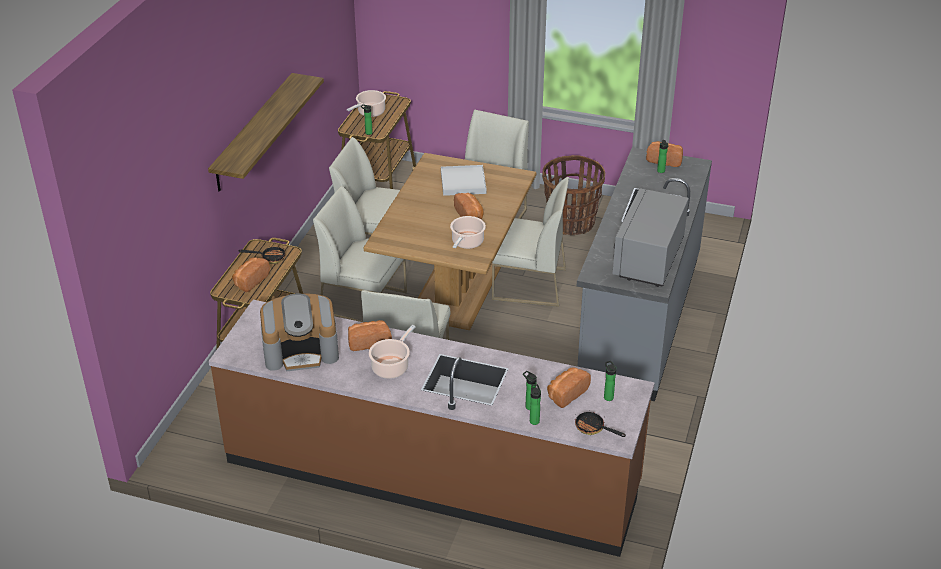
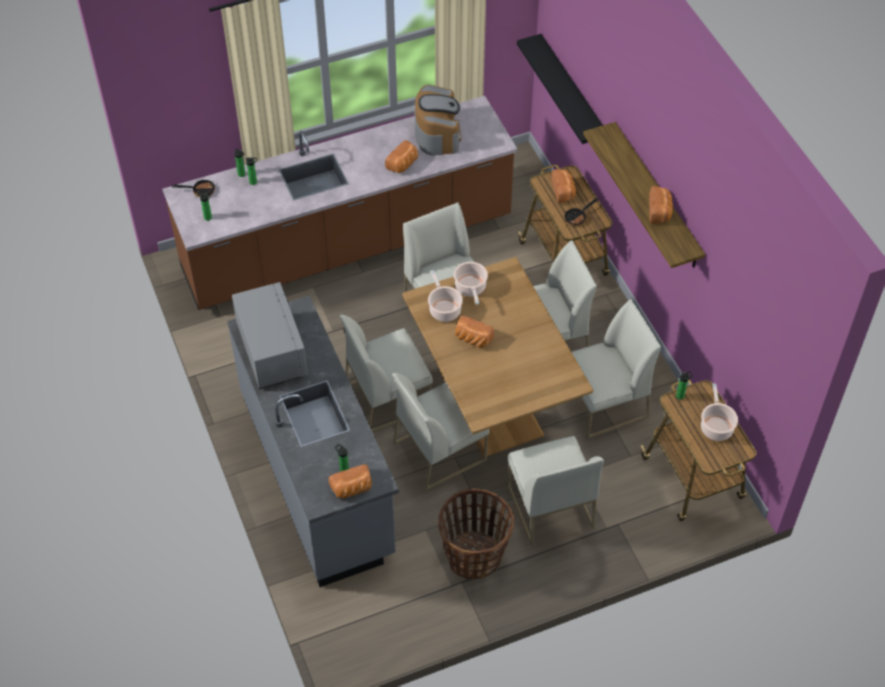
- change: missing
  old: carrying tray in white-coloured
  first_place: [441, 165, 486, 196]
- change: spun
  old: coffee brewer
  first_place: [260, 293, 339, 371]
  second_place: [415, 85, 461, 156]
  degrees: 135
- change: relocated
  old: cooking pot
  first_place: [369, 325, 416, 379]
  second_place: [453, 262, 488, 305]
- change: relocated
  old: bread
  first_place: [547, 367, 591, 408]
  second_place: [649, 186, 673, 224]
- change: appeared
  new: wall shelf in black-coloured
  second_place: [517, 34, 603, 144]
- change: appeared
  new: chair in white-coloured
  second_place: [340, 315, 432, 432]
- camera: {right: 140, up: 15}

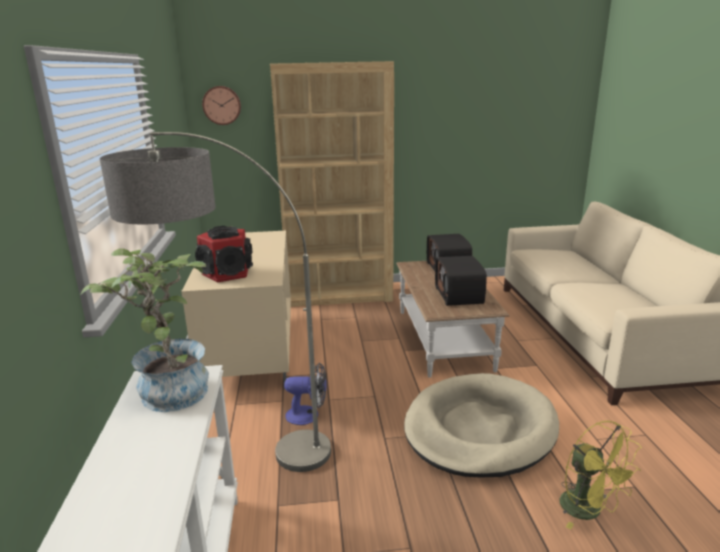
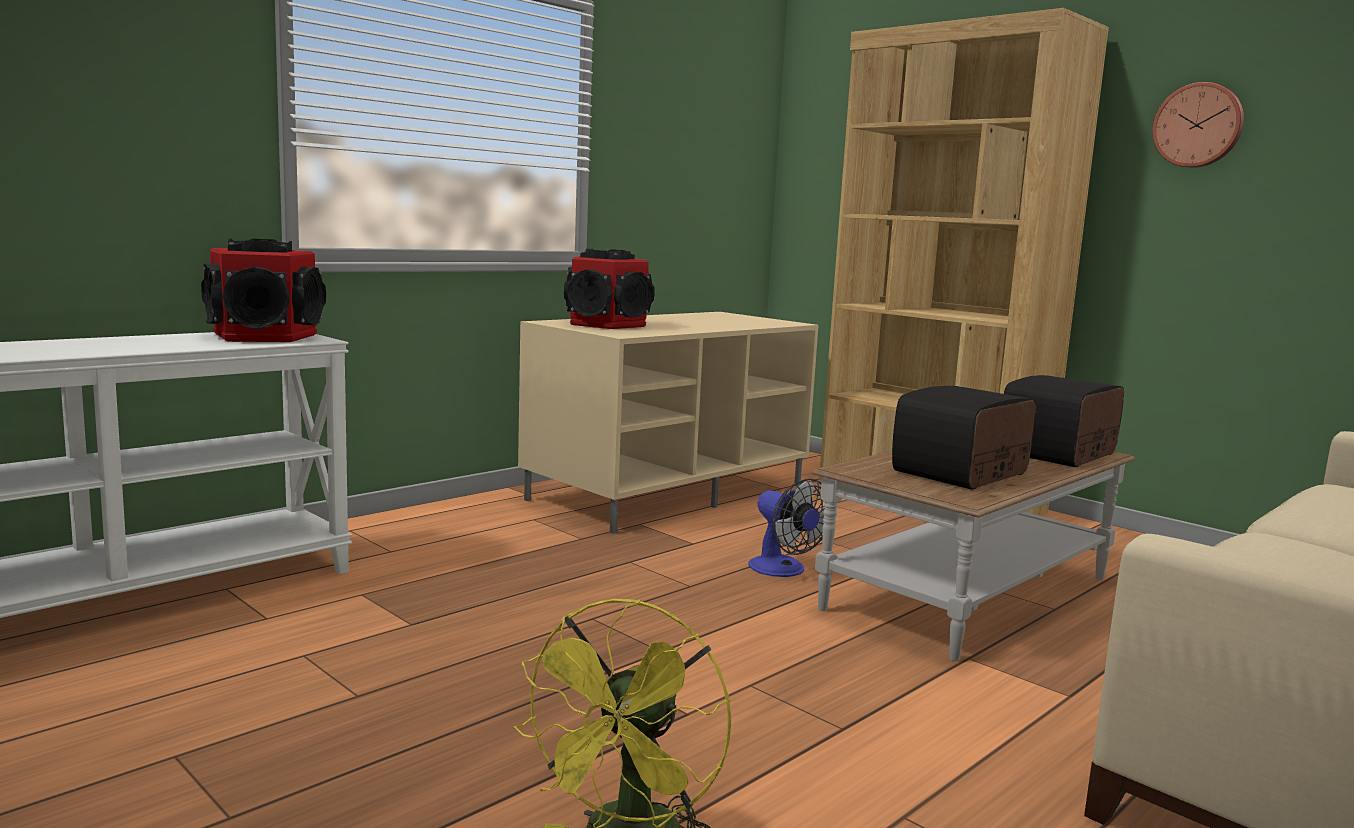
- change: relocated
  old: wall clock
  first_place: [202, 86, 241, 125]
  second_place: [1152, 82, 1244, 168]
- change: missing
  old: standard lamp
  first_place: [100, 132, 331, 472]
- change: exchanged
  old: potted plant
  new: loudspeaker
  first_place: [80, 248, 209, 412]
  second_place: [201, 239, 326, 342]
- change: relocated
  old: electric fan
  first_place: [284, 363, 327, 425]
  second_place: [748, 479, 825, 577]
- change: missing
  old: pet bed in sand-coloured
  first_place: [404, 373, 559, 478]
- camera: {right: 50, up: -10}

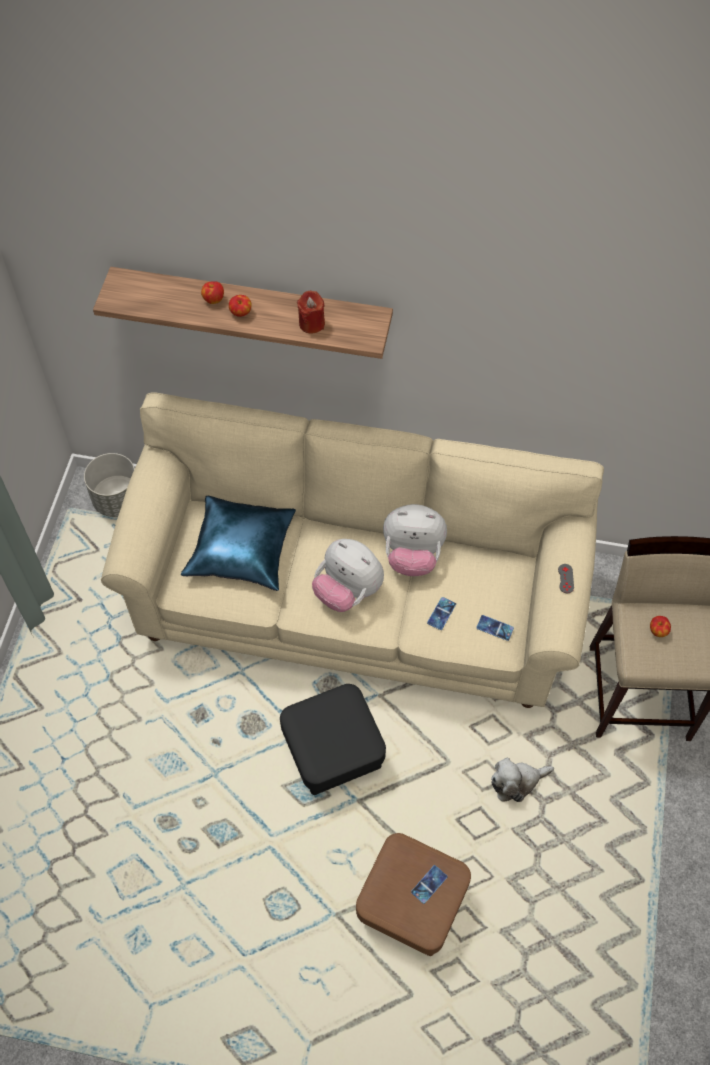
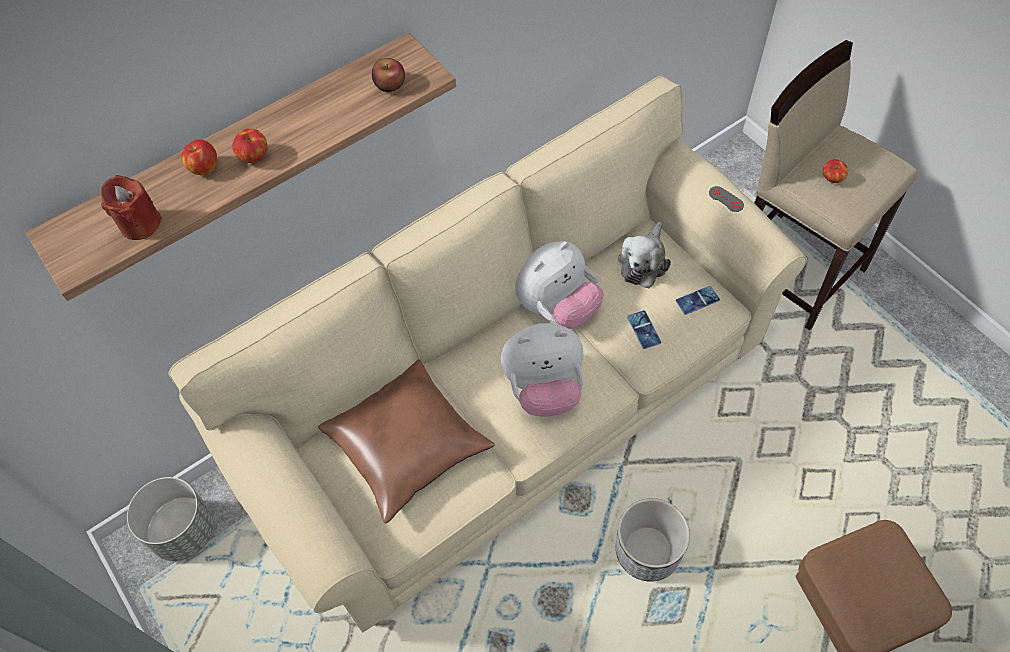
- change: relocated
  old: wax candle in red-coloured
  first_place: [297, 291, 325, 334]
  second_place: [101, 175, 162, 240]
- change: colour
  old: cushion in blue-coloured
  new: cushion in brownish
  first_place: [181, 496, 296, 591]
  second_place: [318, 359, 495, 524]
- change: exchanged
  old: footrest in black-coloured
  new: plant pot
  first_place: [280, 684, 386, 795]
  second_place: [616, 498, 690, 582]
- change: relocated
  old: plush toy
  first_place: [491, 758, 554, 802]
  second_place: [618, 222, 671, 288]
- change: missing
  old: telephone
  first_place: [411, 865, 447, 904]
- change: appeared
  new: apple
  second_place: [372, 58, 405, 92]
- camera: {right: -45, up: 0}

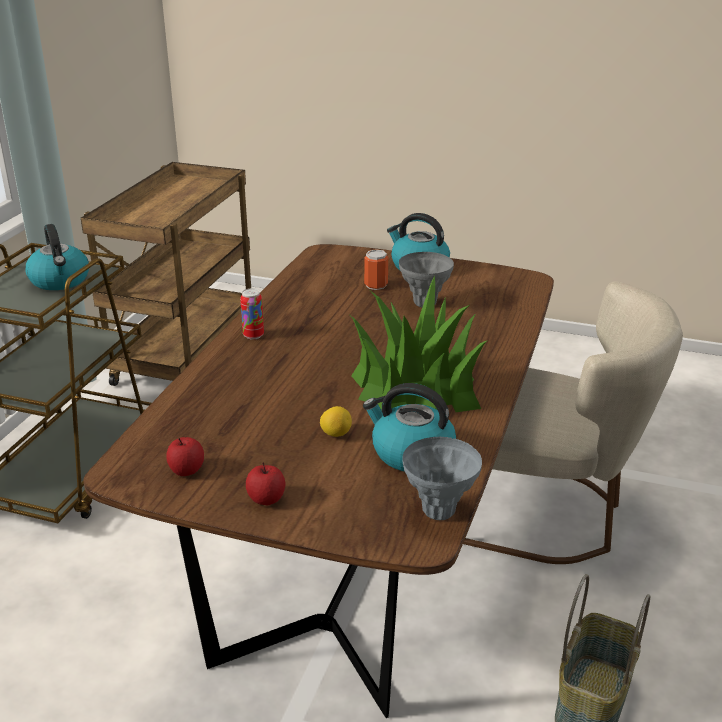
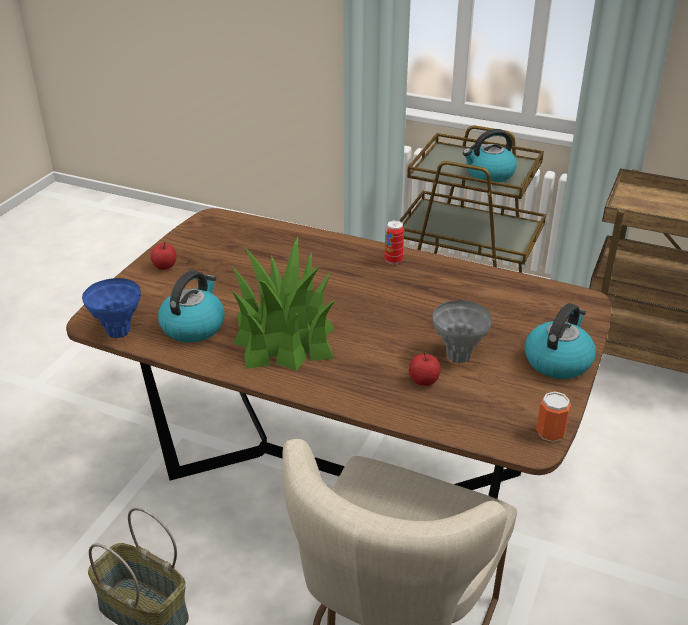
- change: relocated
  old: can
  first_place: [364, 249, 388, 290]
  second_place: [536, 391, 571, 442]
- change: missing
  old: whole lemon
  first_place: [320, 406, 352, 437]
- change: relocated
  old: apple
  first_place: [166, 437, 204, 476]
  second_place: [409, 352, 441, 386]
- change: colour
  old: decorative vase in grey
  new: decorative vase in blue-coloured
  first_place: [402, 437, 482, 520]
  second_place: [82, 278, 141, 338]
- camera: {right: 95, up: 5}

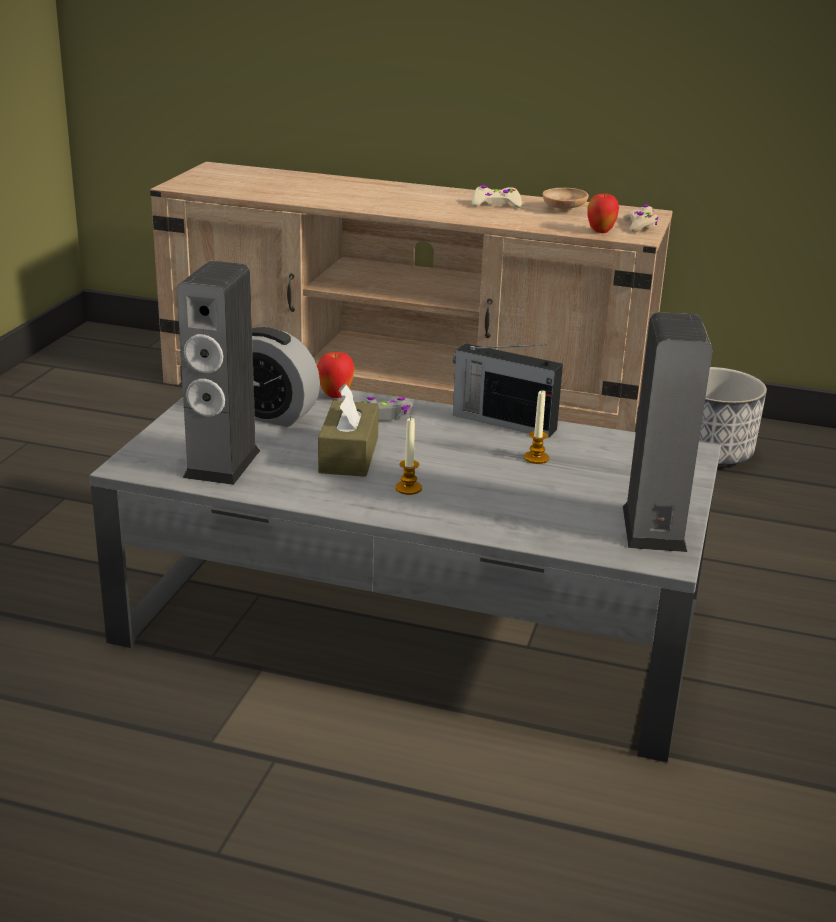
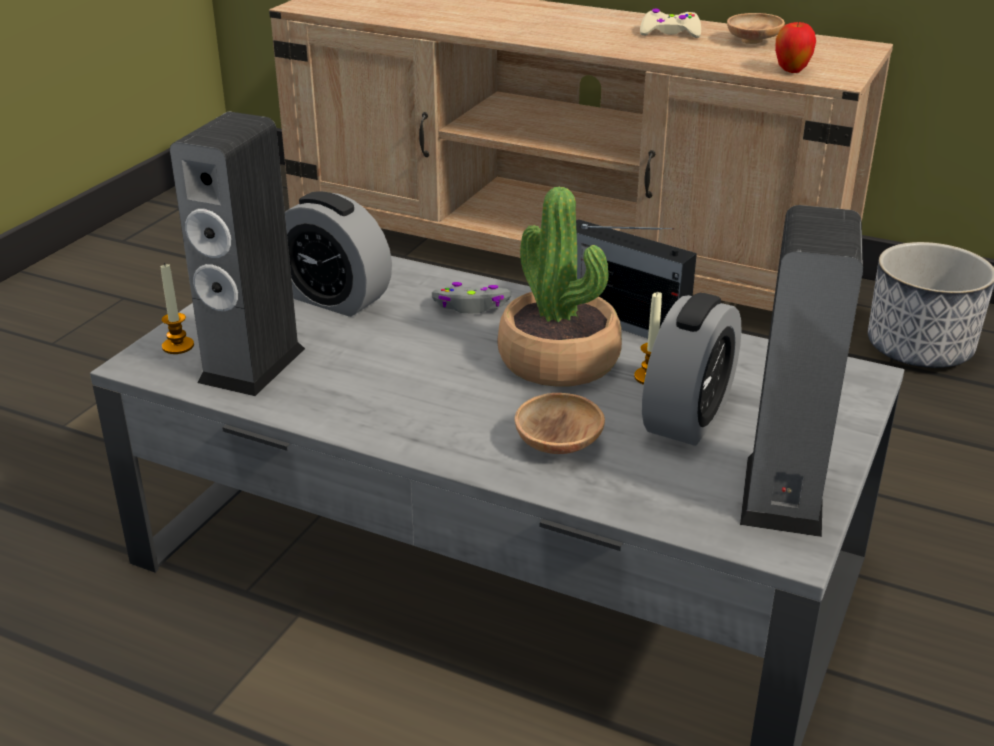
- change: missing
  old: gamepad in sand-coloured
  first_place: [623, 204, 658, 232]
- change: missing
  old: apple
  first_place: [317, 352, 354, 398]
- change: missing
  old: tissue box in brownish
  first_place: [318, 383, 379, 477]
- change: relocated
  old: wax candle
  first_place: [395, 417, 422, 495]
  second_place: [161, 262, 194, 354]
- change: appeared
  new: potted plant
  second_place: [498, 187, 622, 387]
- change: appeared
  new: table clock
  second_place: [642, 293, 742, 446]
- change: appeared
  new: serving bowl in brownish
  second_place: [514, 393, 605, 454]
- camera: {right: 10, up: 5}

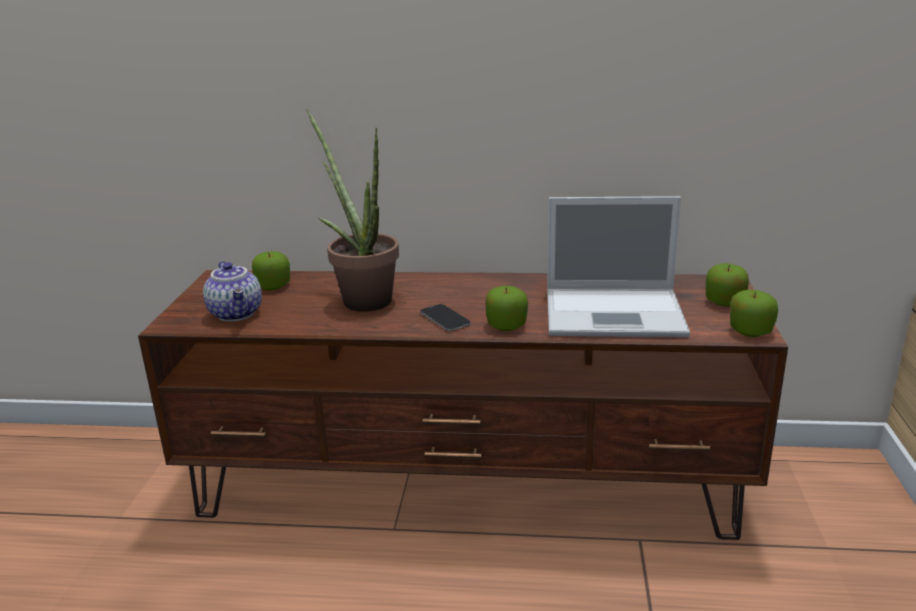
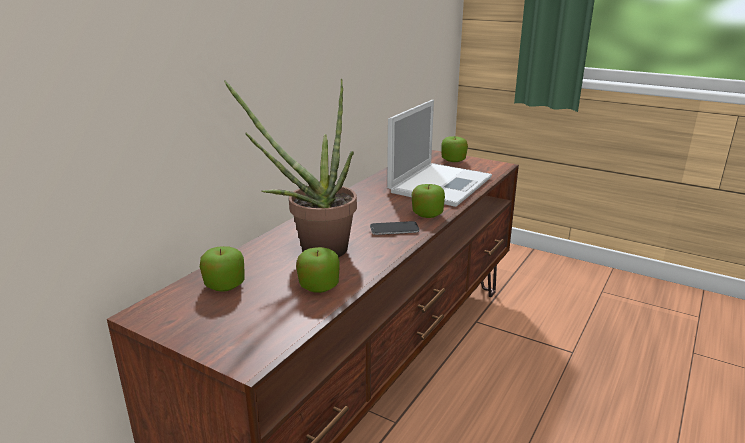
- change: missing
  old: teapot
  first_place: [203, 261, 262, 322]
- change: relocated
  old: apple
  first_place: [730, 290, 778, 337]
  second_place: [296, 247, 340, 293]
- camera: {right: -65, up: 0}

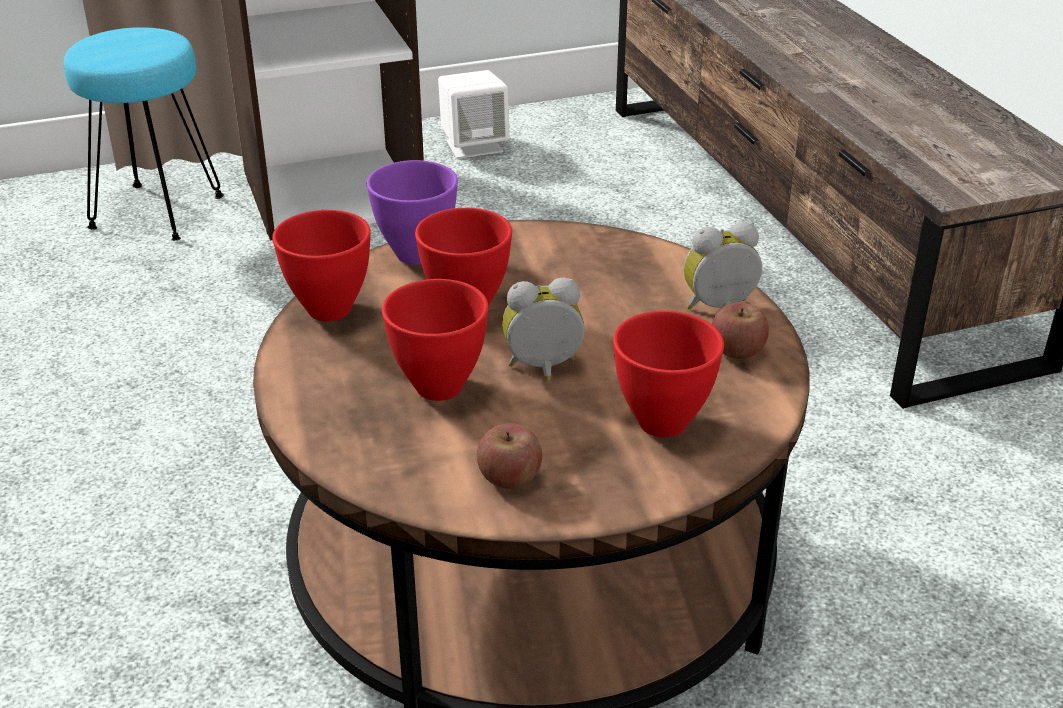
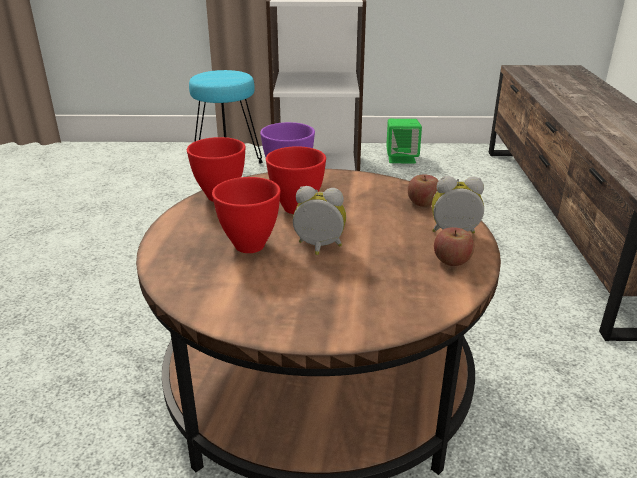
- change: colour
  old: loudspeaker in white-coloured
  new: loudspeaker in green-coloured
  first_place: [438, 70, 510, 159]
  second_place: [386, 119, 422, 164]
- change: missing
  old: serving bowl in red-coloured
  first_place: [613, 311, 724, 438]
- change: relocated
  old: apple
  first_place: [477, 423, 542, 489]
  second_place: [408, 175, 439, 207]
- camera: {right: 20, up: -5}

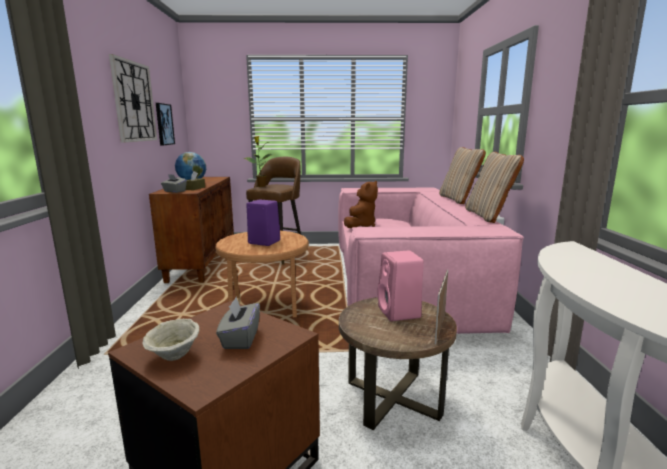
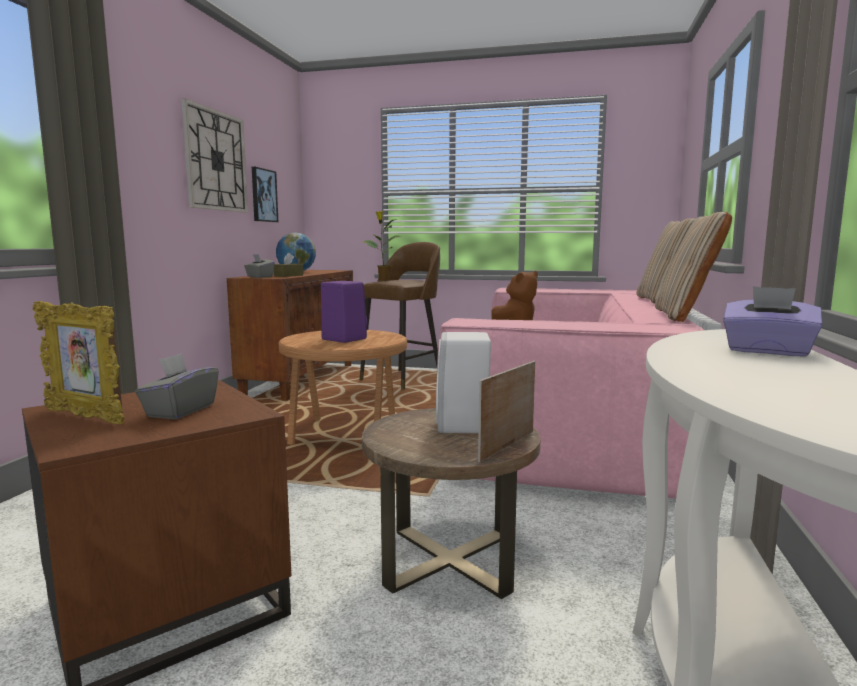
- change: colour
  old: loudspeaker in pink-coloured
  new: loudspeaker in white-coloured
  first_place: [377, 251, 424, 321]
  second_place: [436, 332, 491, 433]
- change: exchanged
  old: serving bowl in sand-coloured
  new: picture frame
  first_place: [142, 319, 199, 361]
  second_place: [33, 301, 124, 424]
- change: appeared
  new: tissue box in purple-coloured
  second_place: [723, 286, 822, 356]
- camera: {right: 15, up: -5}

